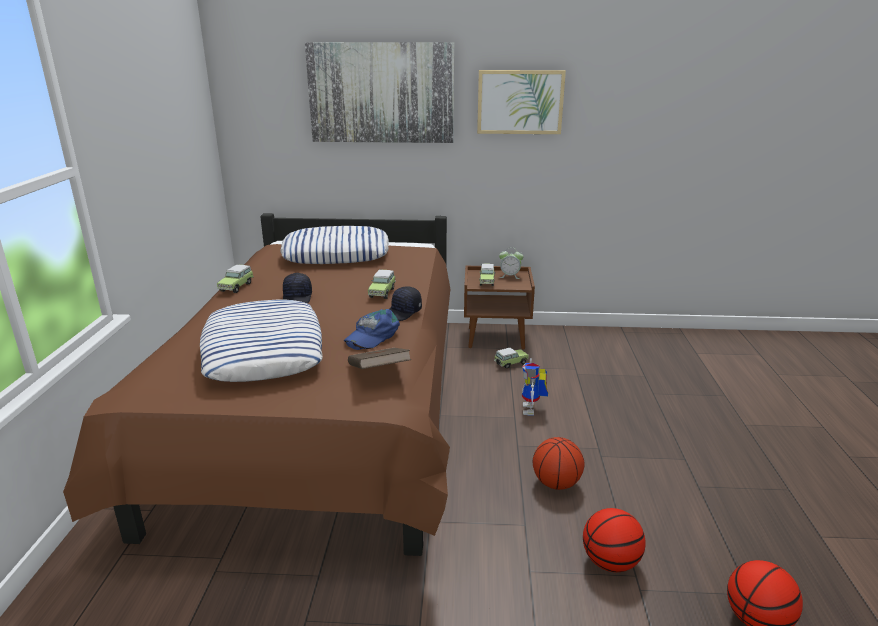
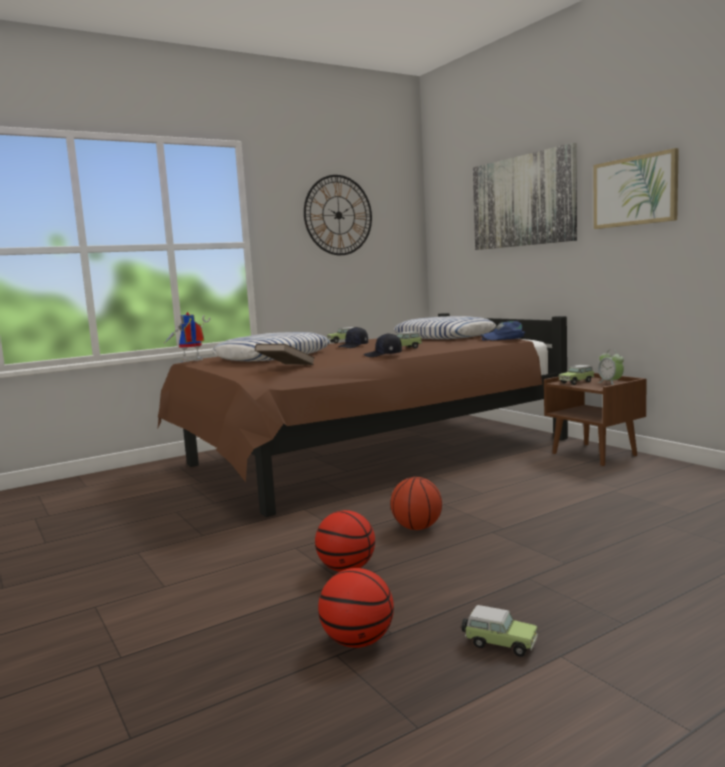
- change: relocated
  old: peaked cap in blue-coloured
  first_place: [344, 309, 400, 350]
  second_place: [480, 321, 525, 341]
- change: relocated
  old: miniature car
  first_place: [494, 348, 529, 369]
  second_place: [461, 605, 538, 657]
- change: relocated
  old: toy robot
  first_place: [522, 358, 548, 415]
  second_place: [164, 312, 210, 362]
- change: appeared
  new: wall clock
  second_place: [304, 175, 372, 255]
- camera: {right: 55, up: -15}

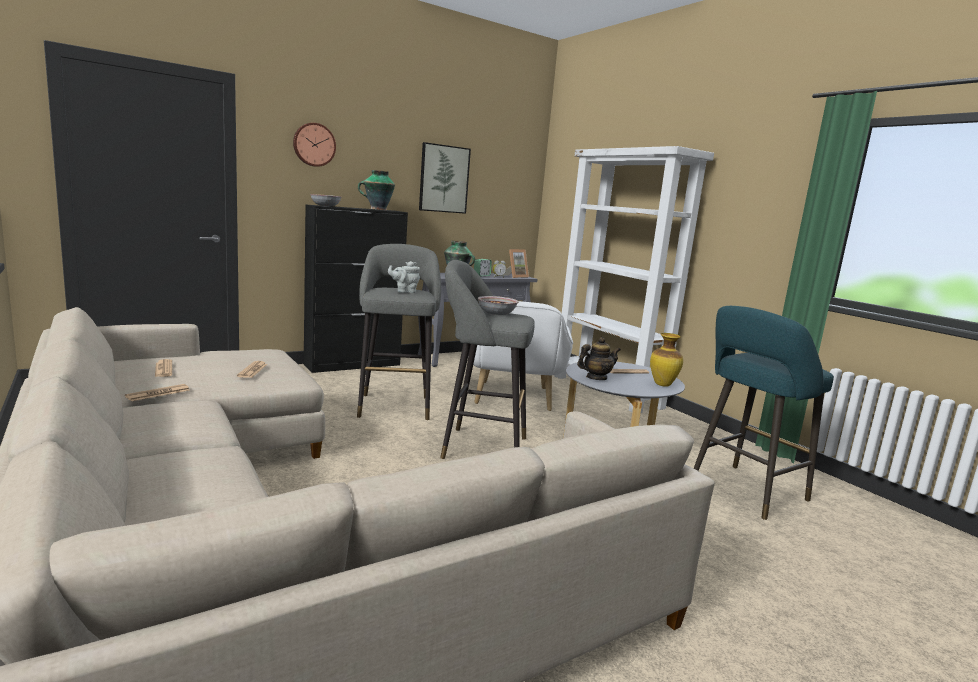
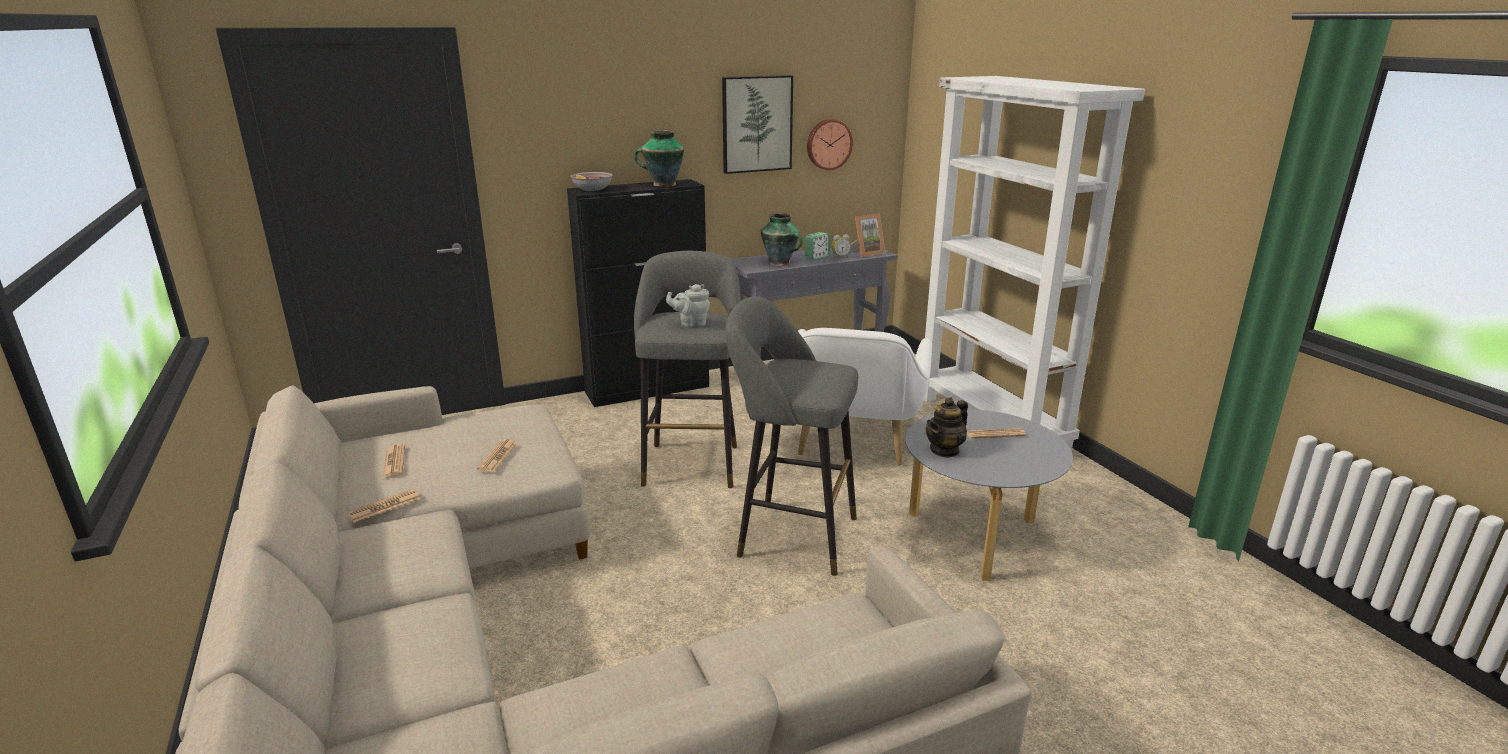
- change: relocated
  old: wall clock
  first_place: [293, 123, 336, 167]
  second_place: [807, 119, 853, 170]
- change: missing
  old: serving bowl
  first_place: [478, 296, 518, 315]
- change: missing
  old: stool seat in blue-green
  first_place: [694, 306, 834, 520]
- change: missing
  old: decorative vase
  first_place: [650, 333, 683, 387]
- change: spun
  old: teapot
  first_place: [577, 337, 621, 380]
  second_place: [926, 397, 968, 458]
  degrees: 150
- camera: {right: 10, up: 10}

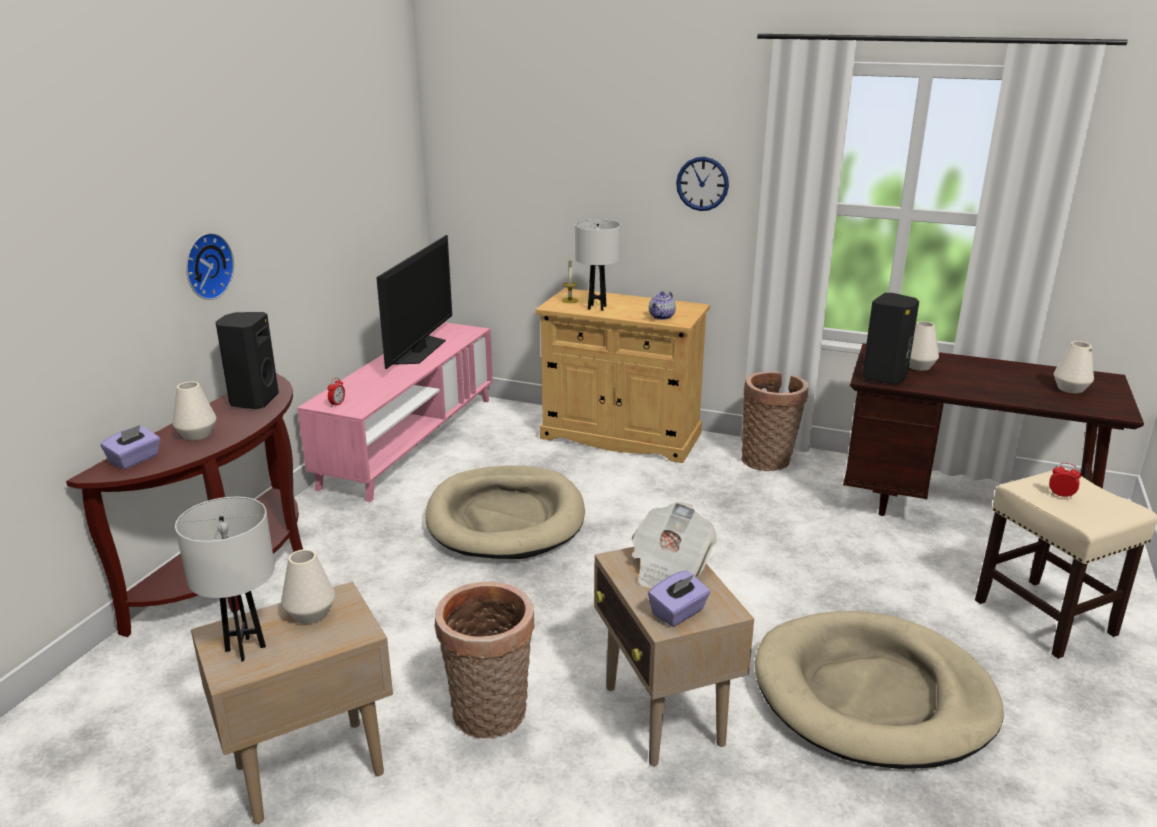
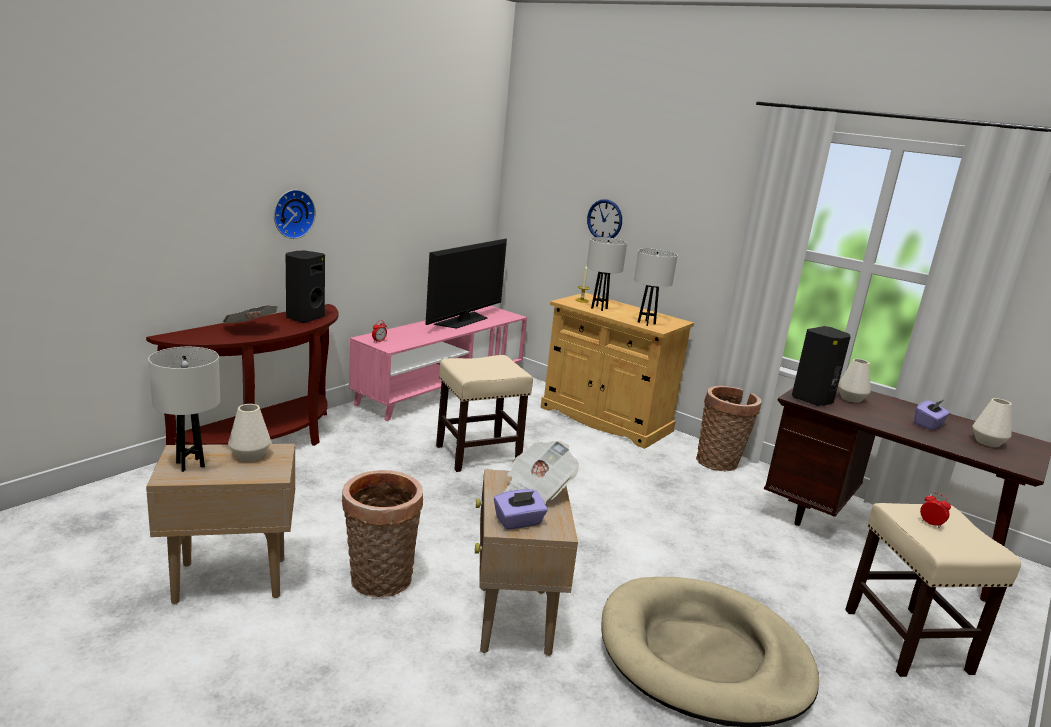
- change: relocated
  old: wall clock
  first_place: [676, 157, 729, 211]
  second_place: [587, 199, 622, 238]
- change: exchanged
  old: teapot
  new: lamp for a table in white-coloured
  first_place: [649, 291, 676, 320]
  second_place: [634, 248, 678, 326]
- change: exchanged
  old: decorative vase in white-coloured
  new: daily paper
  first_place: [173, 382, 216, 441]
  second_place: [223, 306, 277, 324]
- change: relocated
  old: tissue box in purple-coloured
  first_place: [101, 425, 160, 469]
  second_place: [914, 400, 950, 430]
- change: exchanged
  old: pet bed in sand-coloured
  new: stool seat in sand-coloured
  first_place: [425, 465, 585, 559]
  second_place: [436, 355, 533, 472]
- camera: {right: 15, up: -5}

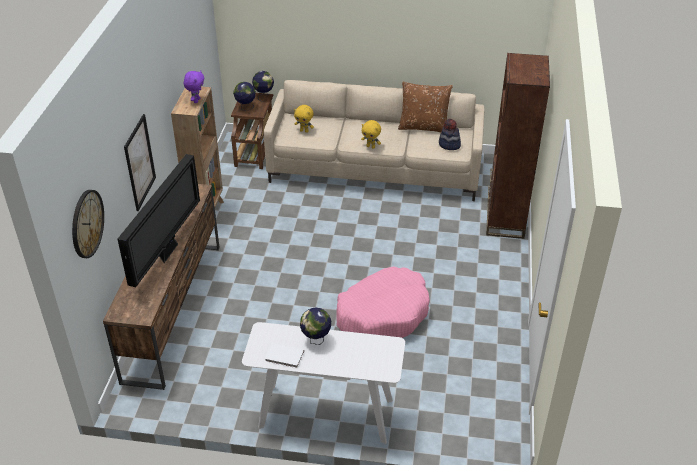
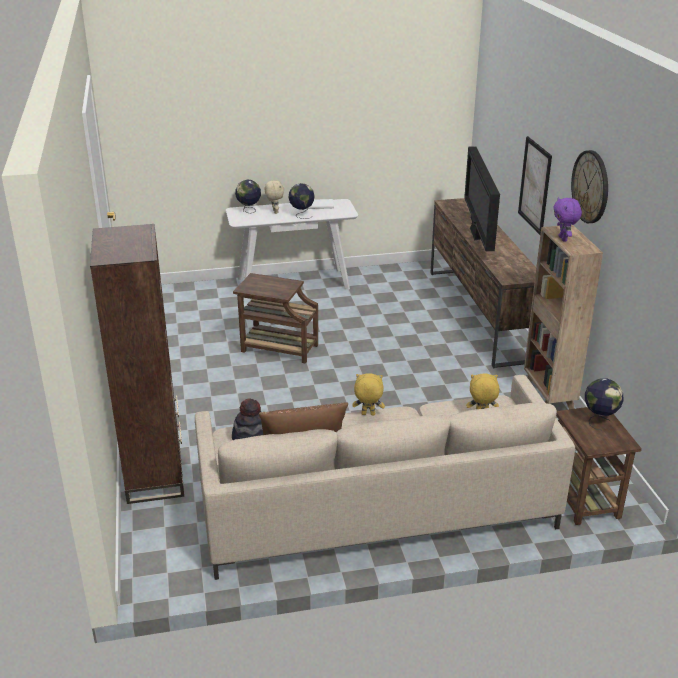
- change: relocated
  old: world globe
  first_place: [252, 71, 274, 102]
  second_place: [235, 180, 261, 214]
- change: relocated
  old: wall clock
  first_place: [72, 190, 104, 258]
  second_place: [571, 150, 608, 223]
- change: exchanged
  old: pet bed in pink-coloured
  new: end table in brownish
  first_place: [336, 266, 430, 338]
  second_place: [233, 273, 318, 364]
- change: appeared
  new: plush toy in sand-coloured
  second_place: [265, 180, 284, 214]
- camera: {right: 160, up: -10}

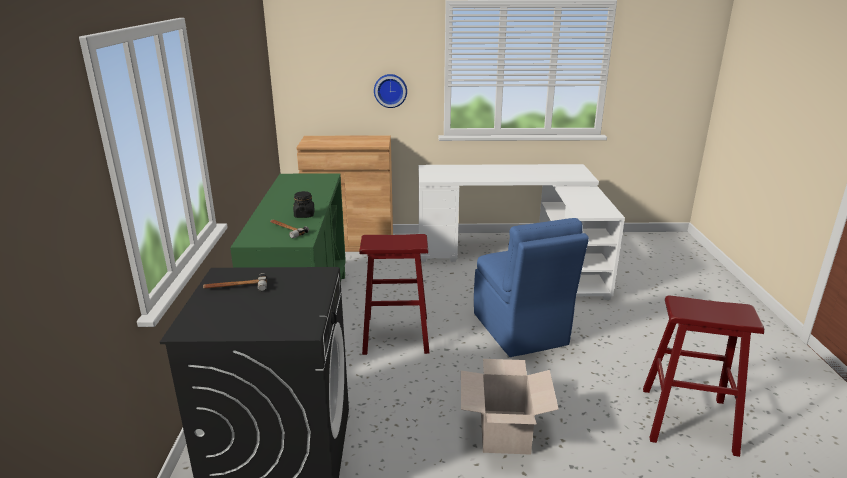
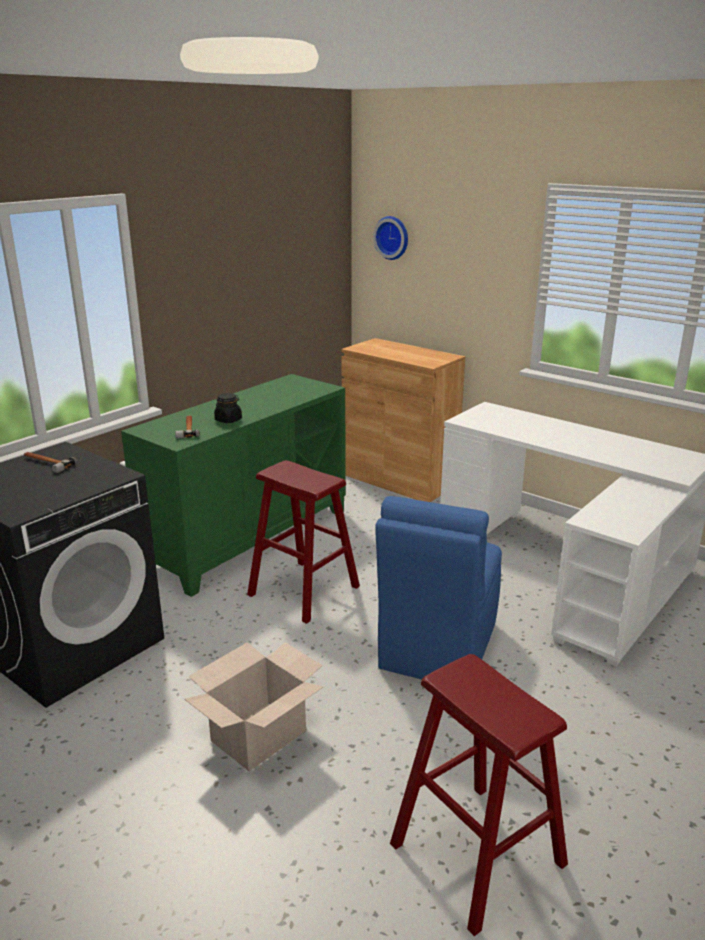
- change: relocated
  old: wall clock
  first_place: [374, 74, 407, 108]
  second_place: [373, 216, 408, 260]
- camera: {right: 40, up: 0}

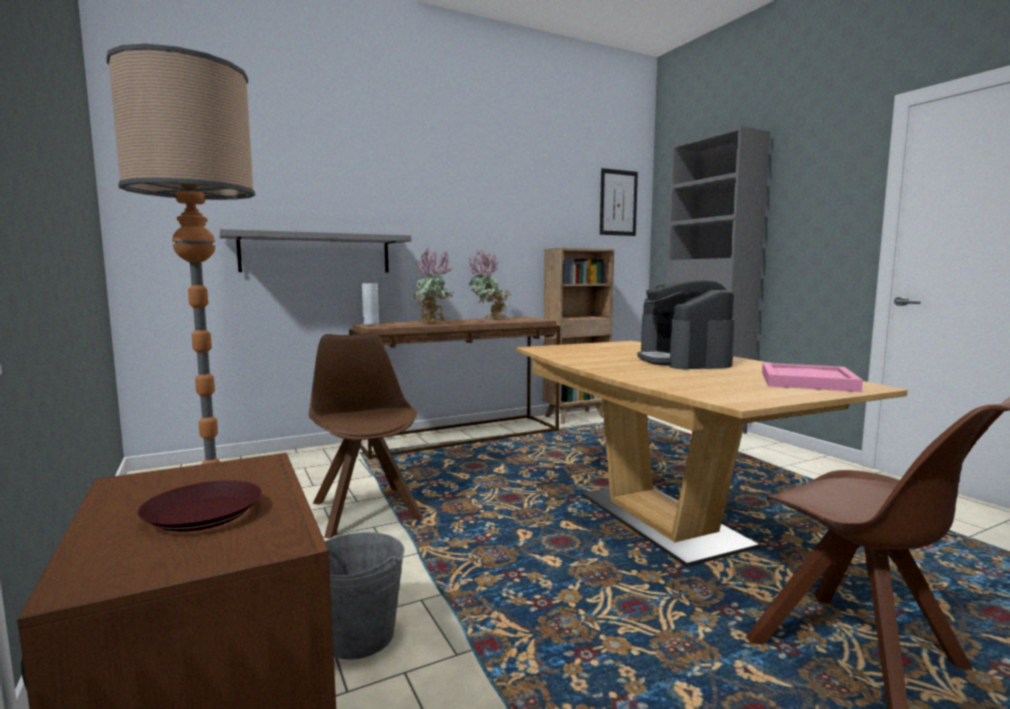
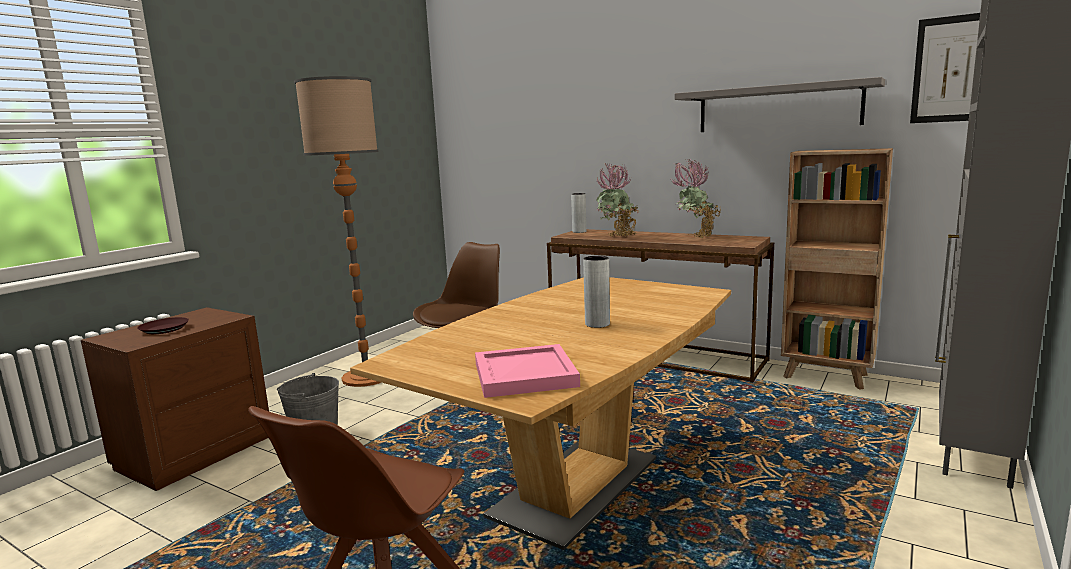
- change: relocated
  old: wall shelf in grey
  first_place: [219, 229, 411, 273]
  second_place: [675, 77, 885, 132]
- change: exchanged
  old: coffee brewer
  new: decorative vase in grey
  first_place: [638, 279, 735, 369]
  second_place: [583, 256, 610, 328]
- camera: {right: 60, up: 5}

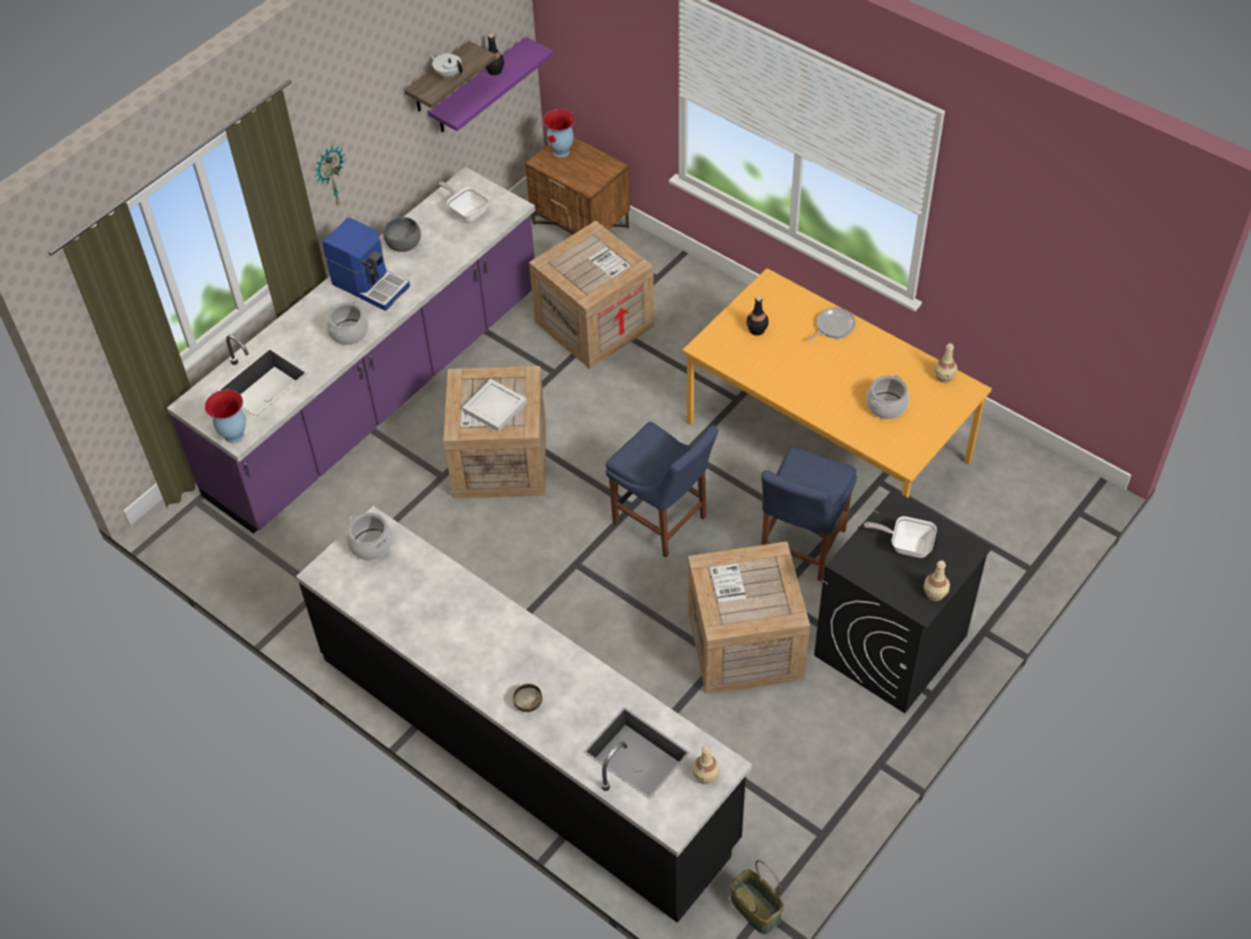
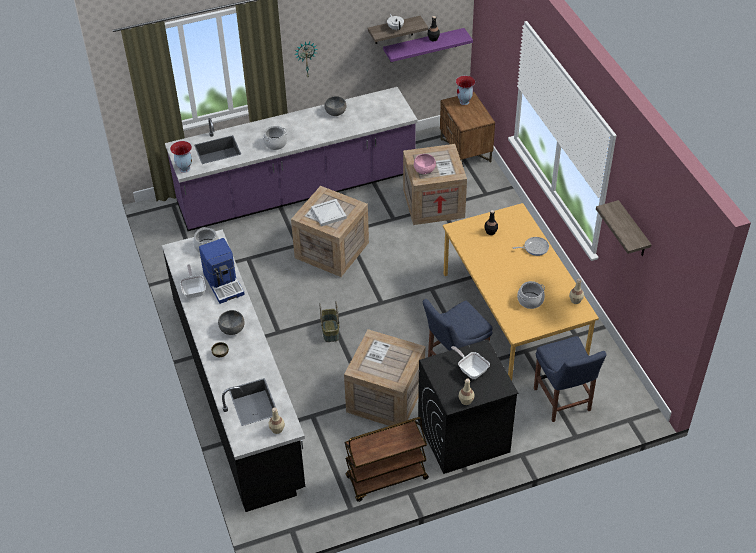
- change: relocated
  old: pan
  first_place: [439, 182, 489, 222]
  second_place: [180, 264, 206, 298]
- change: relocated
  old: coffee brewer
  first_place: [323, 218, 410, 311]
  second_place: [199, 238, 245, 304]
- change: relocated
  old: chair in blue-coloured
  first_place: [606, 422, 718, 558]
  second_place: [534, 336, 607, 422]
- change: relocated
  old: storage basket
  first_place: [730, 860, 784, 934]
  second_place: [320, 301, 339, 342]
- change: appeared
  new: serving bowl in pink-coloured
  second_place: [414, 154, 436, 174]
- change: appeared
  new: wall shelf
  second_place: [596, 200, 652, 256]
- change: appeared
  new: serving bowl in grey
  second_place: [218, 310, 245, 335]
- change: appeared
  new: cart in brownish
  second_place: [344, 417, 429, 502]
- camera: {right: 30, up: -5}

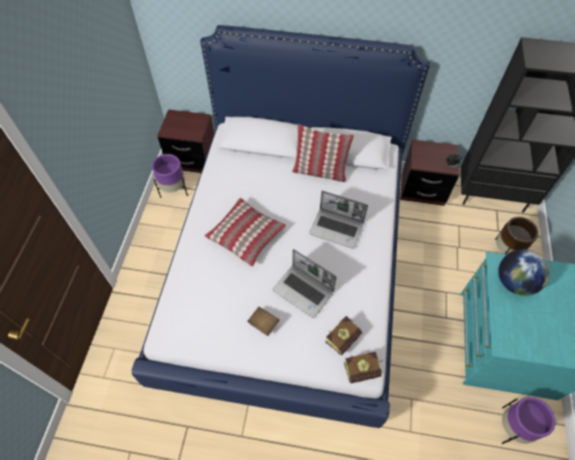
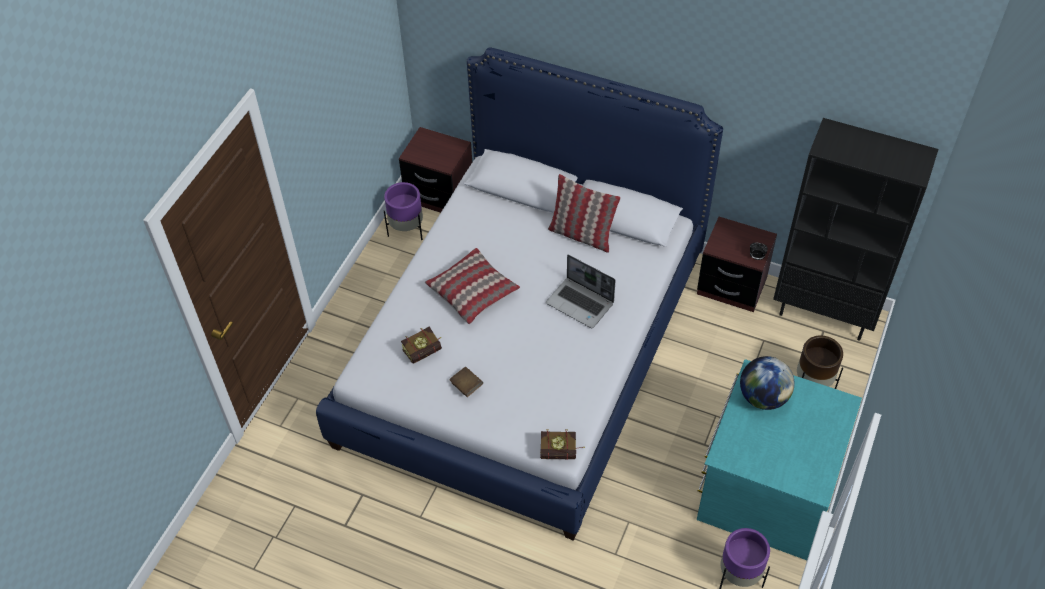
- change: missing
  old: notebook computer
  first_place: [272, 249, 337, 318]
- change: relocated
  old: book
  first_place: [325, 316, 362, 355]
  second_place: [401, 327, 442, 363]
- camera: {right: 15, up: -5}

